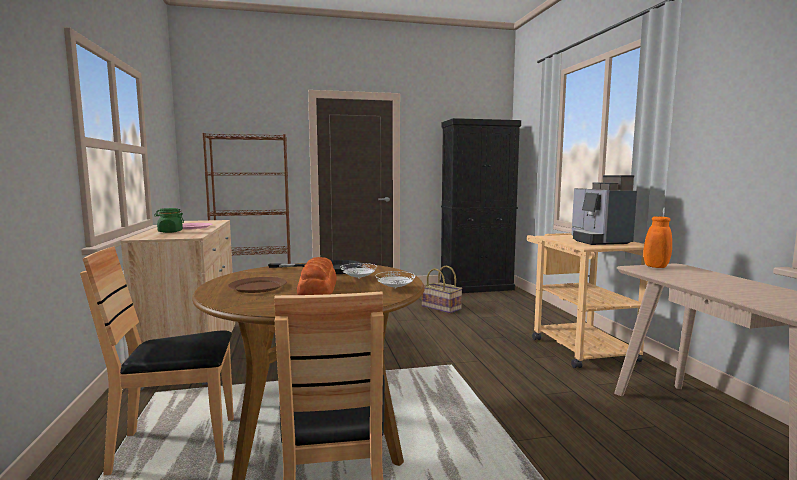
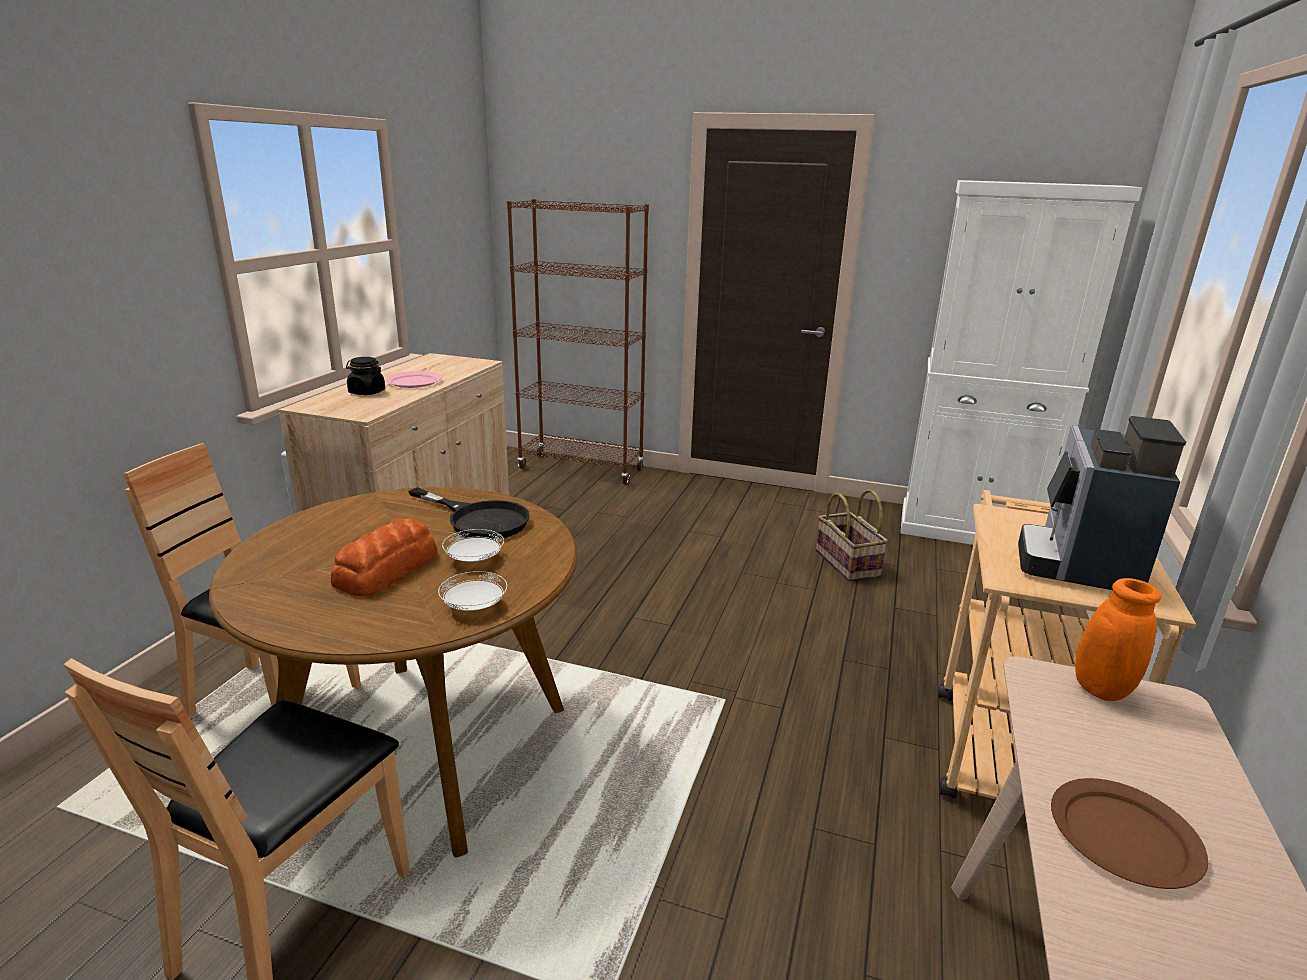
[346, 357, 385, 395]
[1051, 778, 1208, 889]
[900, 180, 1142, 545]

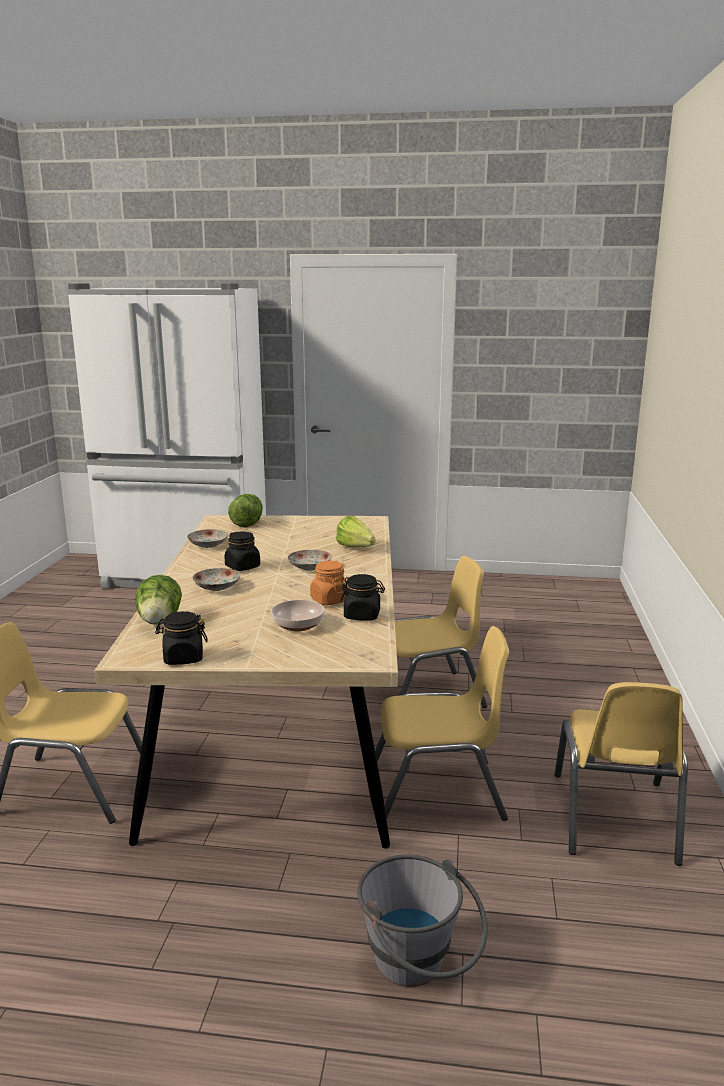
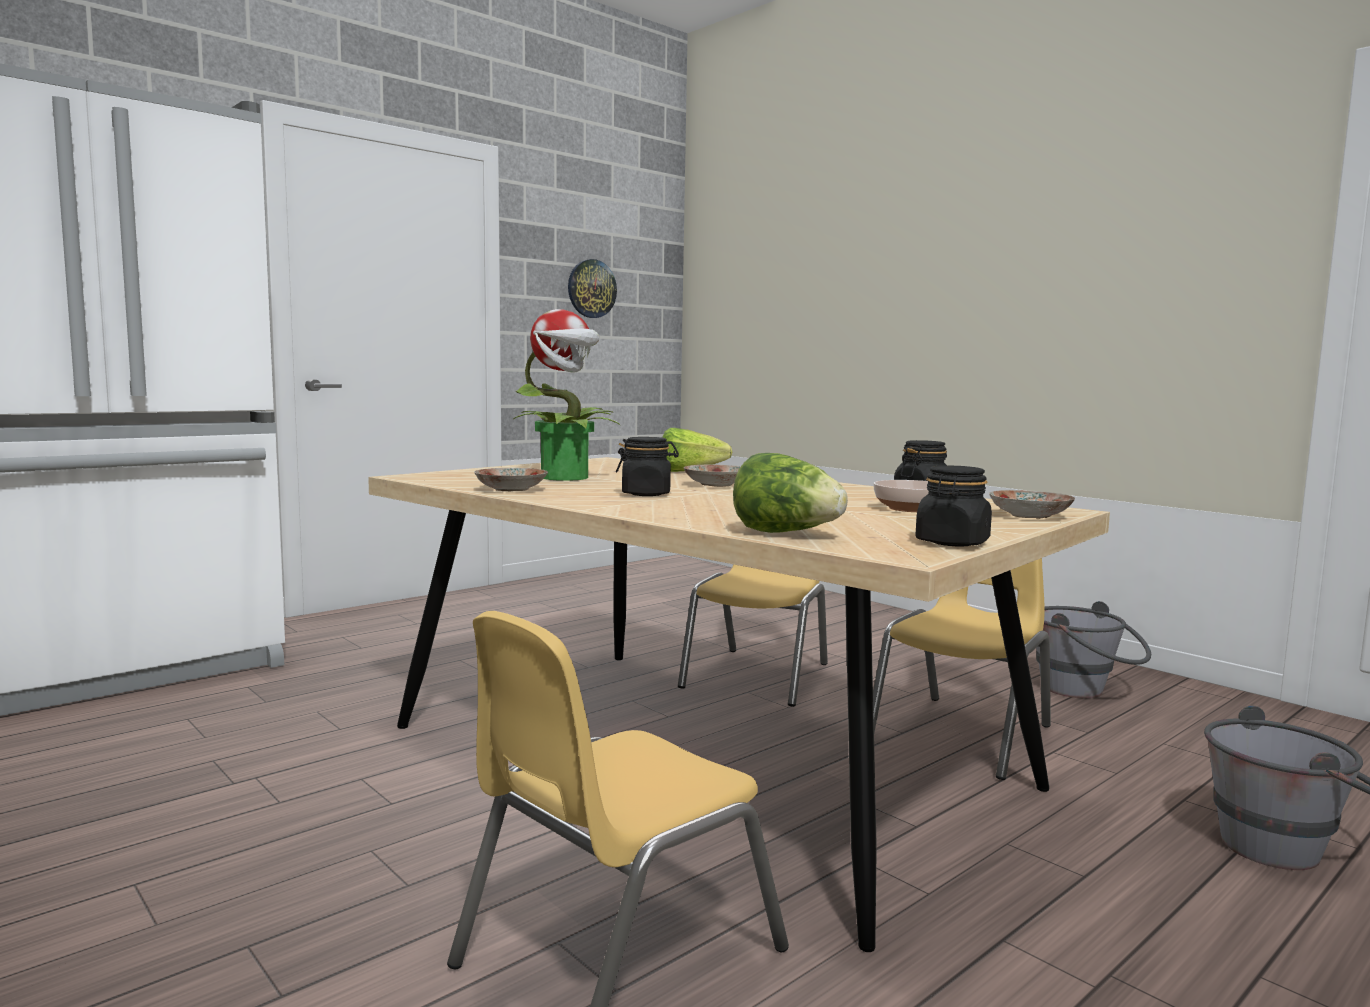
[989, 490, 1075, 519]
[228, 494, 263, 527] (first image)
[310, 561, 347, 605] (first image)
[1036, 601, 1151, 698]
[513, 309, 620, 481]
[568, 259, 617, 318]

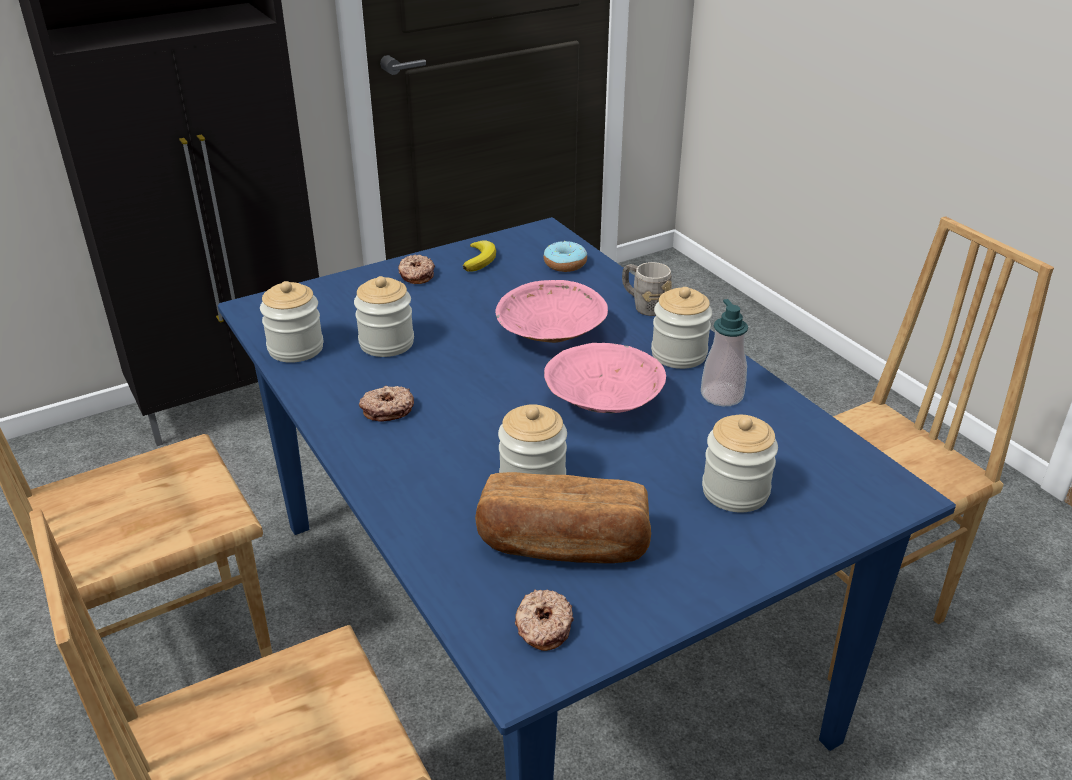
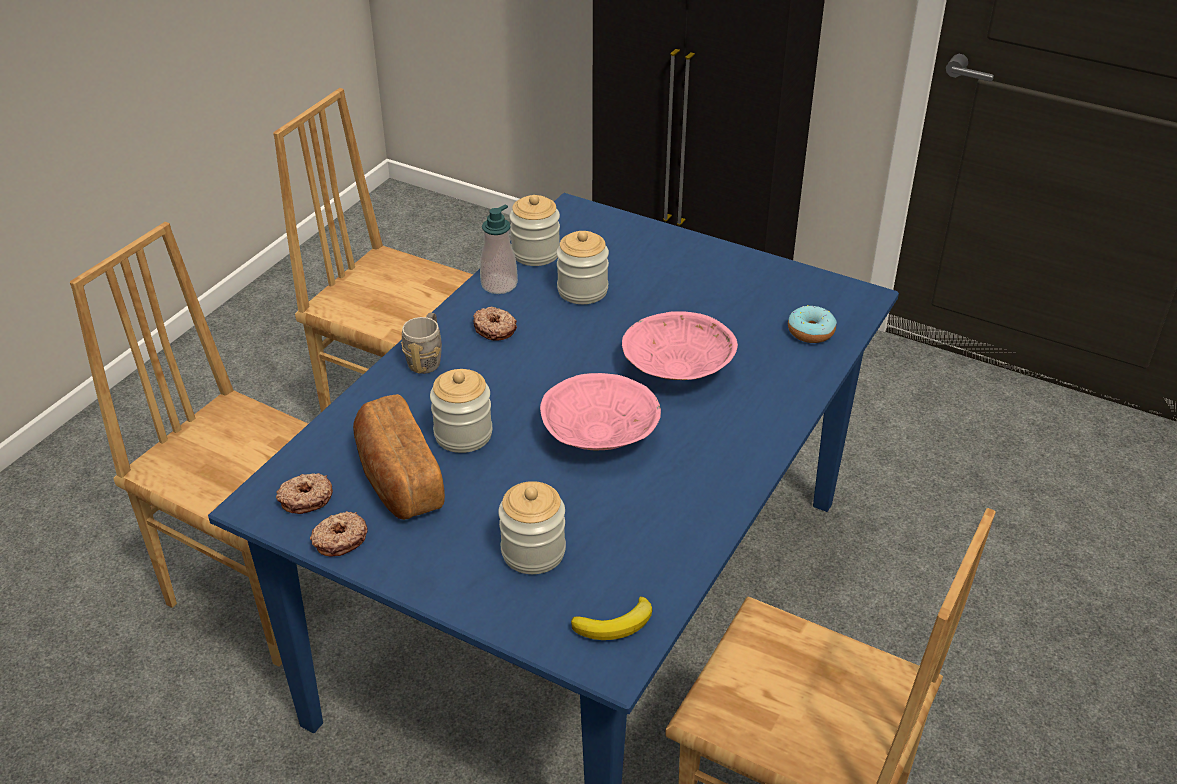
[310, 511, 368, 557]
[571, 596, 652, 640]
[401, 313, 442, 374]
[651, 287, 712, 369] (first image)
[480, 205, 518, 294]

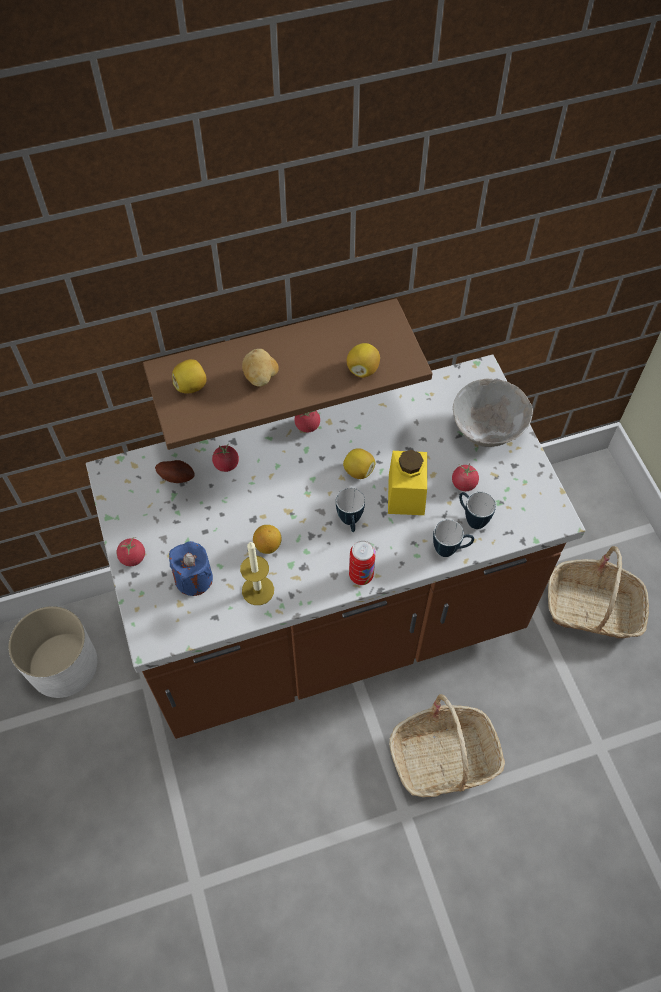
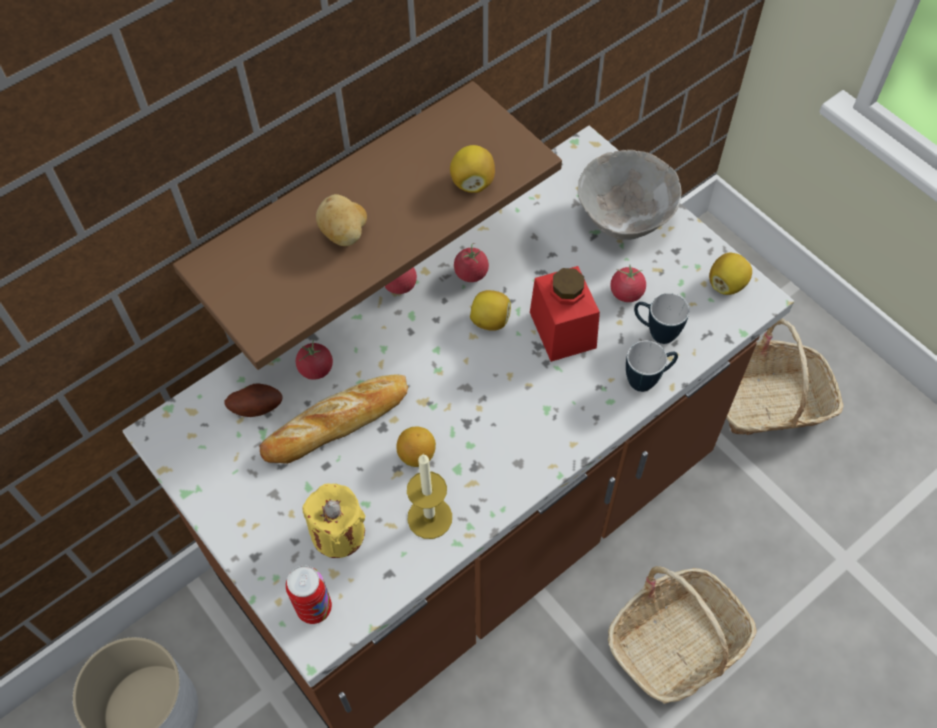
[454, 243, 489, 282]
[303, 483, 365, 558]
[709, 253, 752, 295]
[336, 488, 365, 532] (first image)
[286, 565, 332, 624]
[530, 266, 600, 362]
[260, 375, 408, 464]

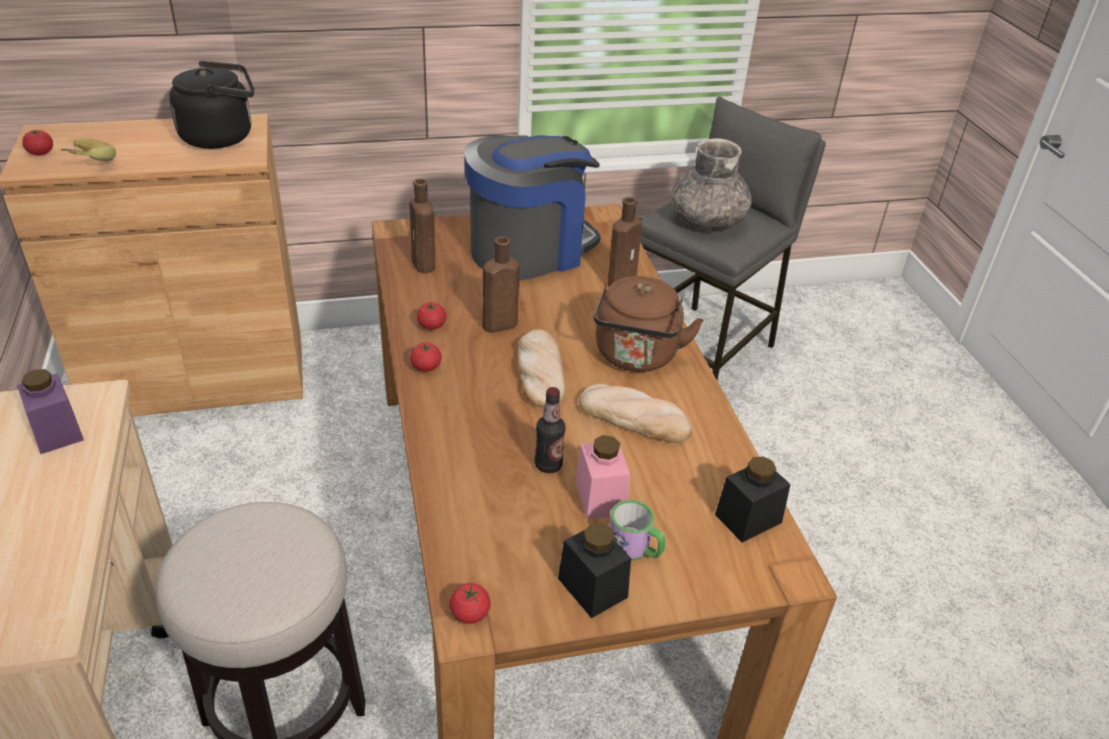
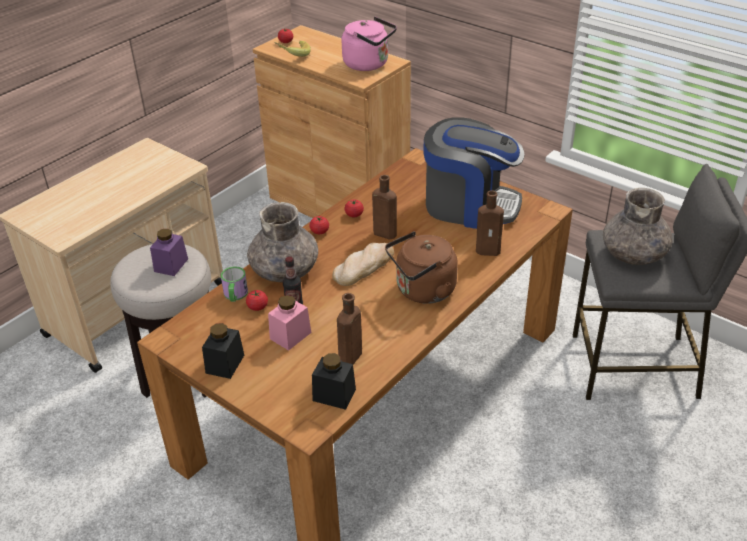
[150, 229, 188, 276]
[342, 17, 397, 71]
[337, 293, 362, 364]
[246, 290, 268, 311]
[579, 384, 692, 443] (first image)
[221, 266, 248, 302]
[247, 202, 318, 282]

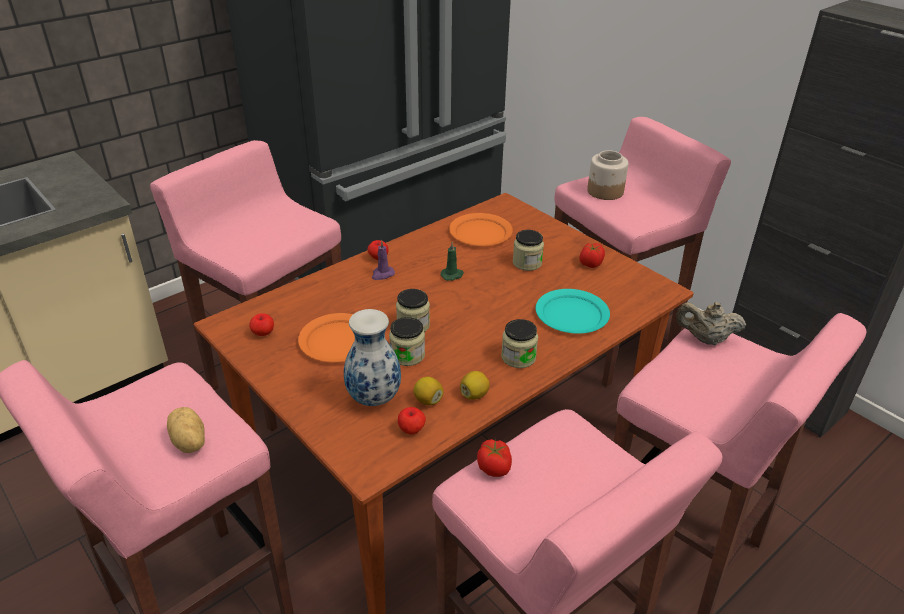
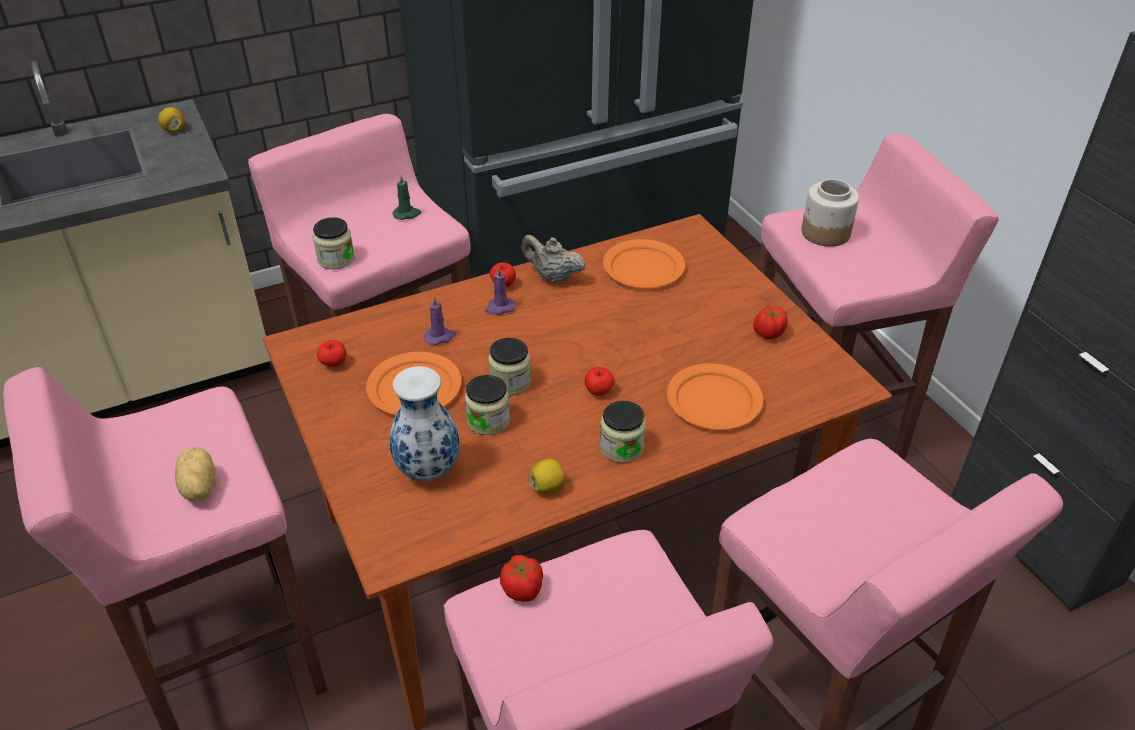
[585, 367, 615, 396]
[158, 107, 185, 132]
[392, 175, 421, 220]
[313, 217, 355, 270]
[667, 363, 763, 430]
[521, 235, 586, 284]
[424, 296, 456, 345]

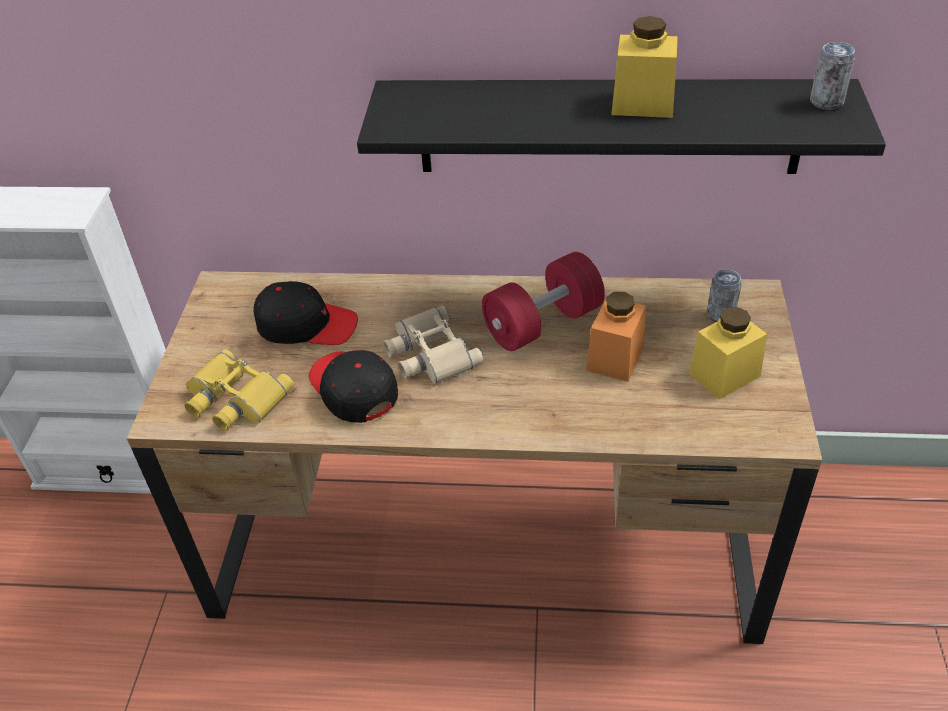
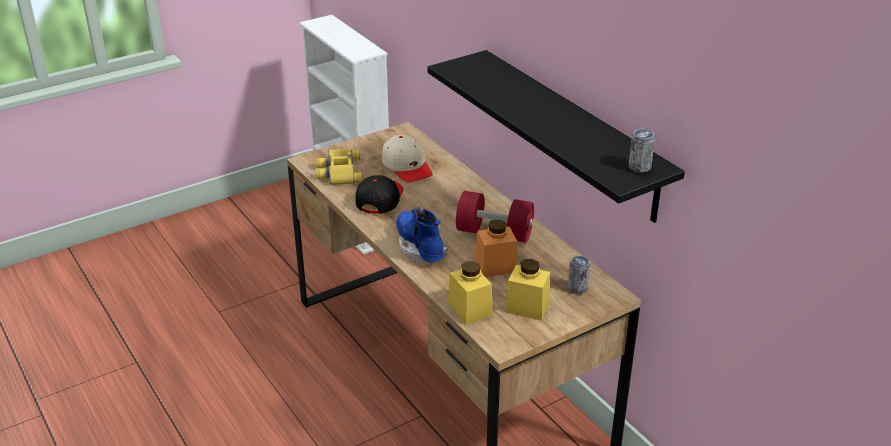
[382, 135, 433, 183]
[383, 305, 484, 384] (first image)
[448, 261, 493, 325]
[396, 207, 447, 264]

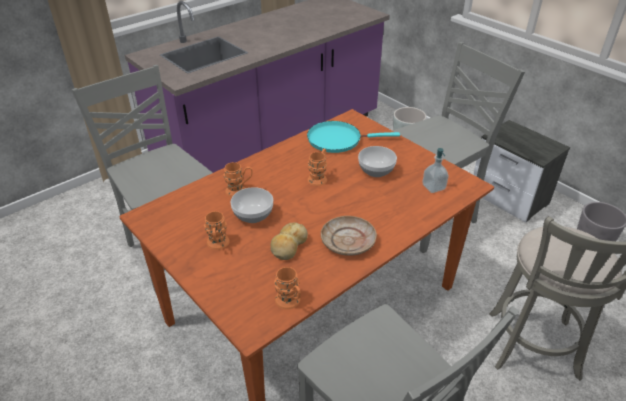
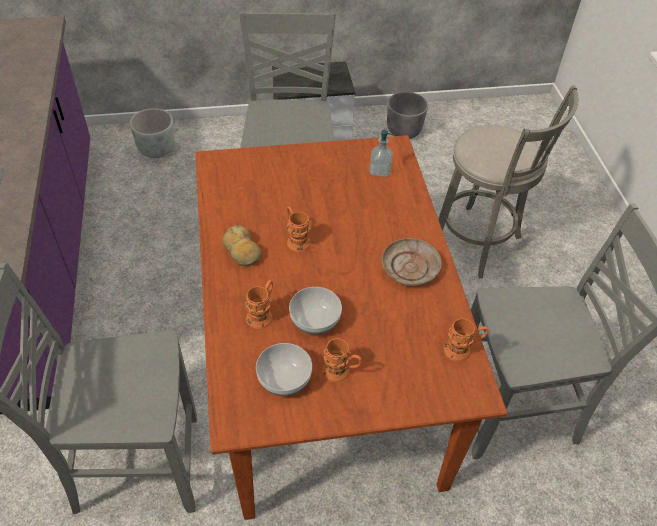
[222, 224, 261, 266]
[307, 121, 400, 153] (first image)
[256, 343, 312, 396]

